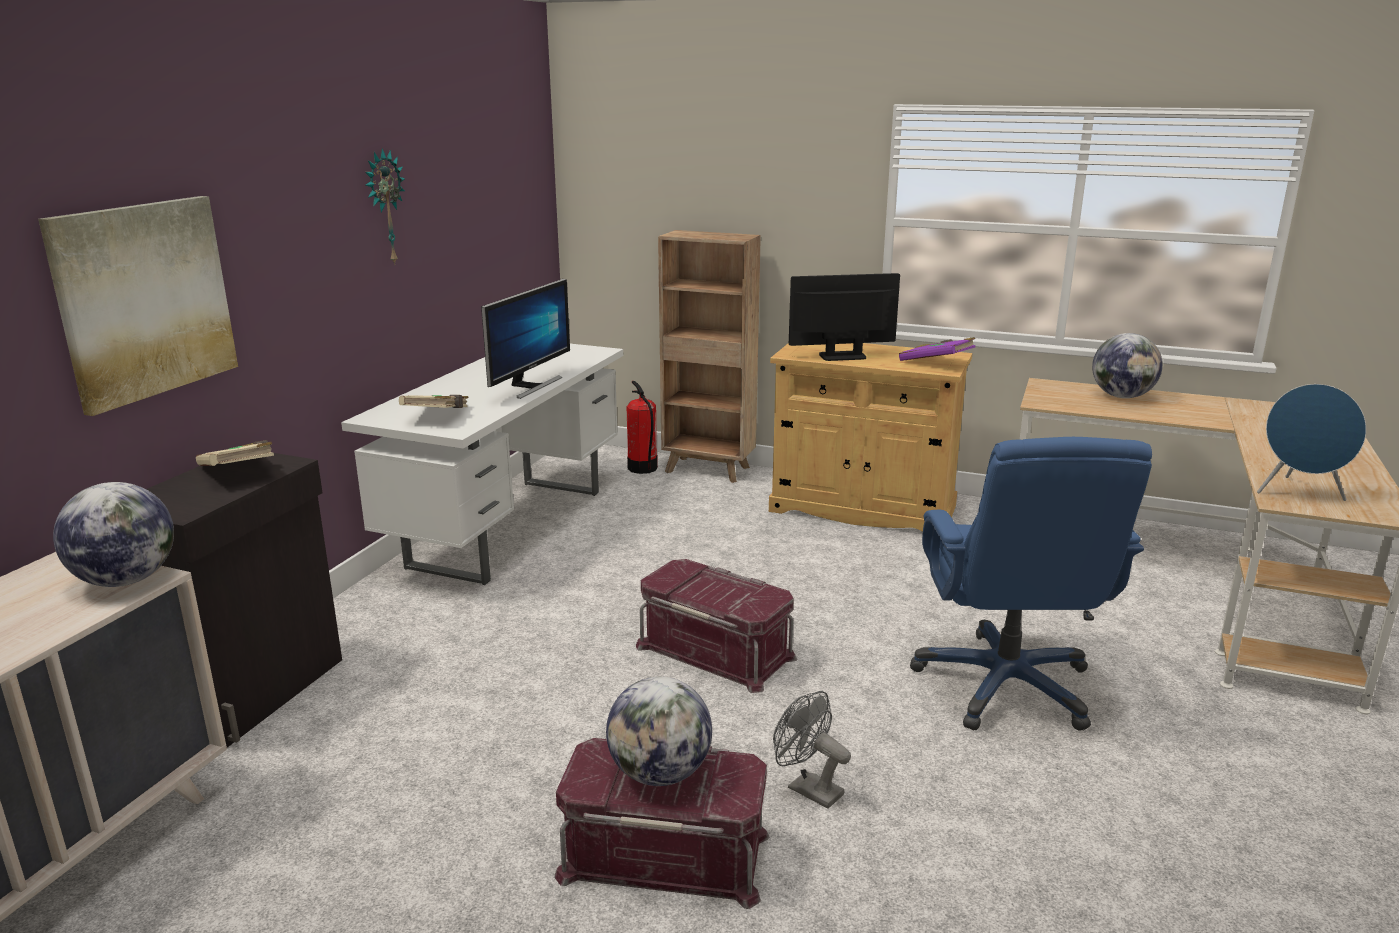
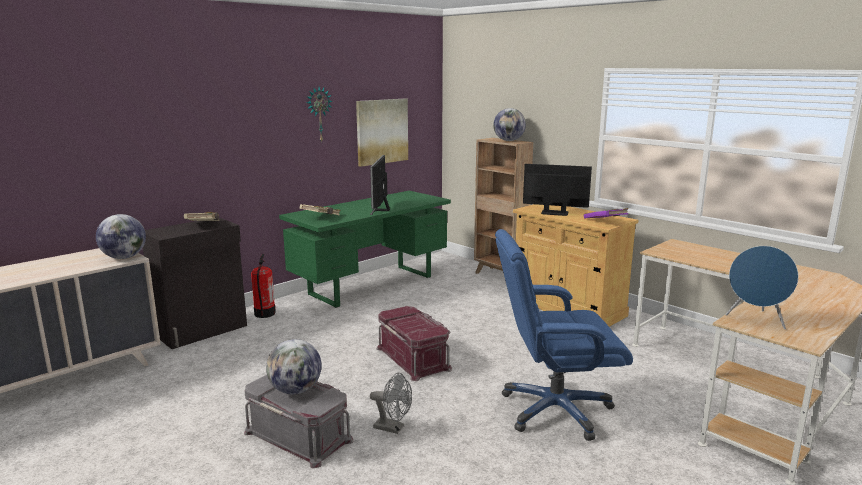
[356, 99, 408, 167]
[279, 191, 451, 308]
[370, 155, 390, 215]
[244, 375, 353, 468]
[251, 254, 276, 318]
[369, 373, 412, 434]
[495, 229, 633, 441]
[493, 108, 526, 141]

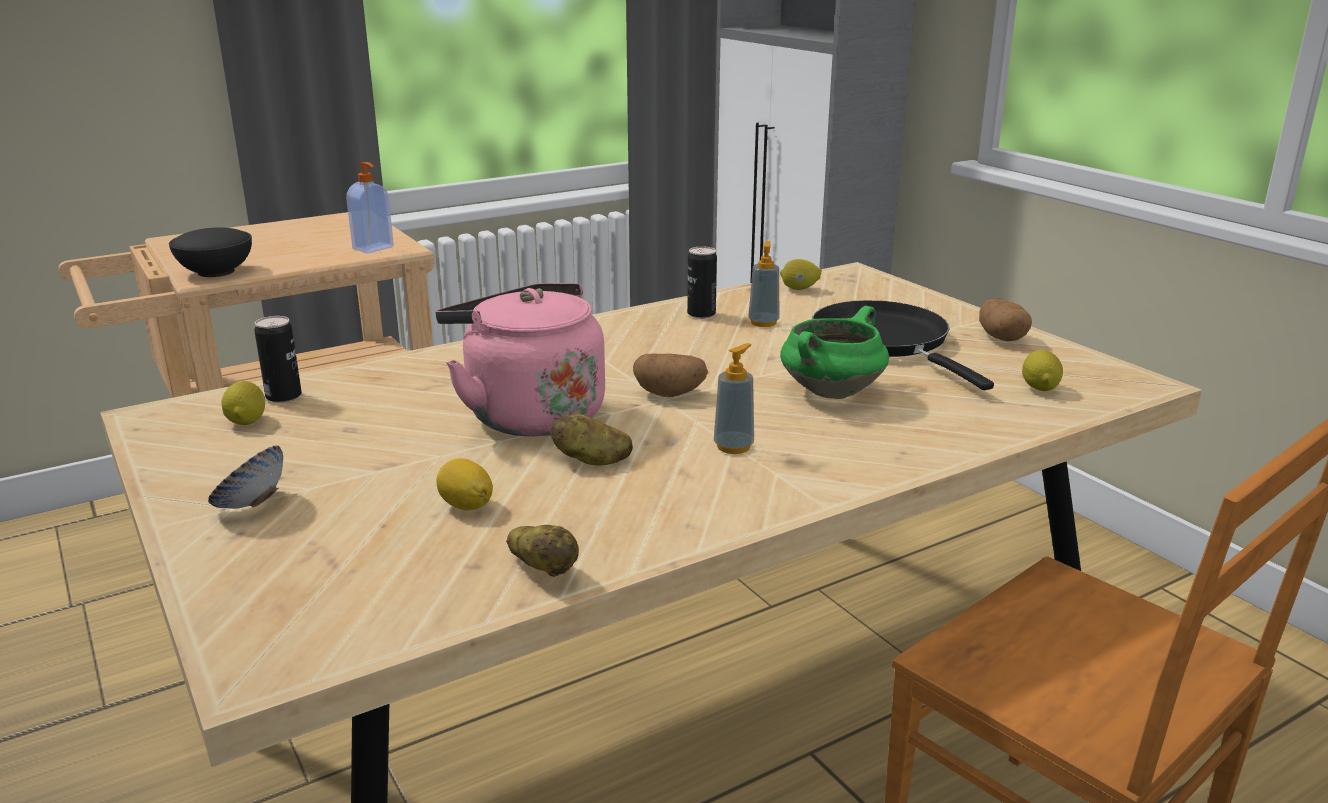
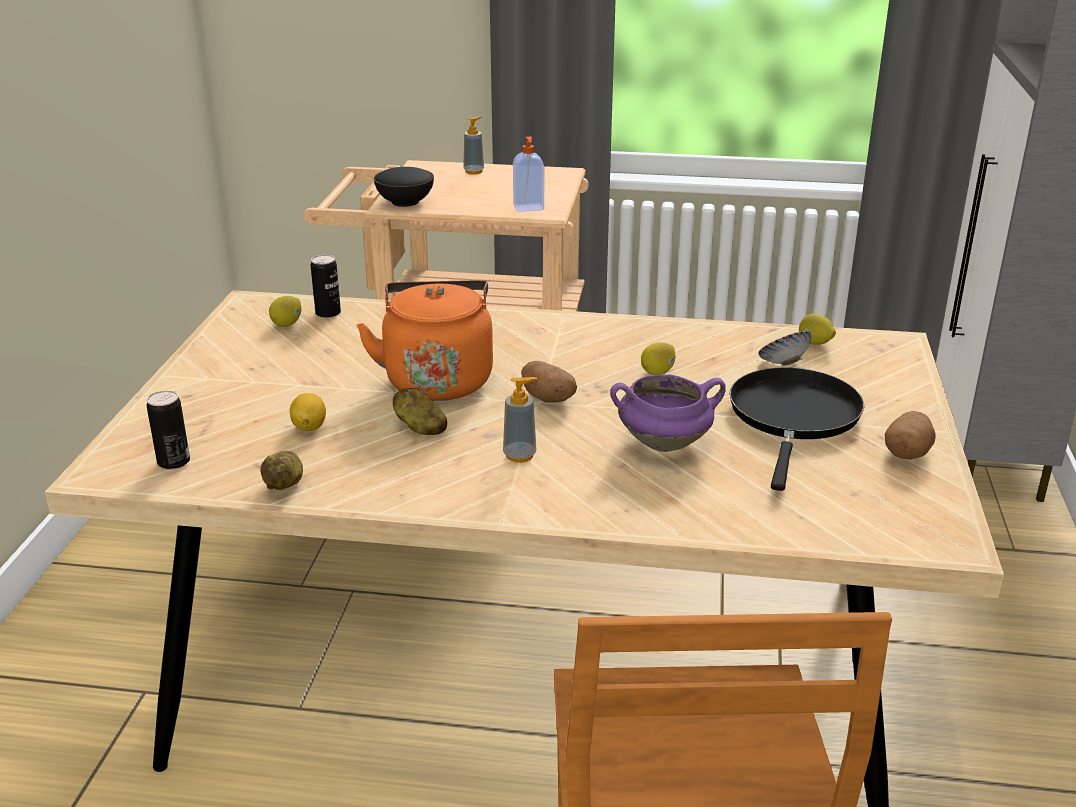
[758, 331, 811, 366]
[356, 280, 493, 401]
[147, 390, 190, 469]
[463, 116, 484, 174]
[610, 374, 726, 452]
[641, 342, 676, 375]

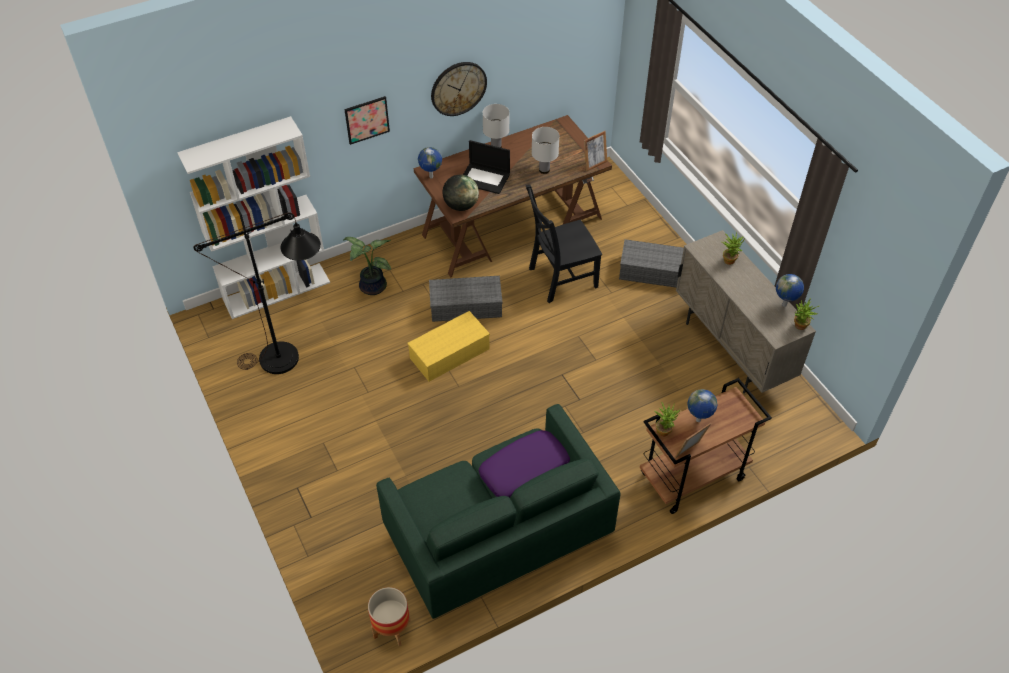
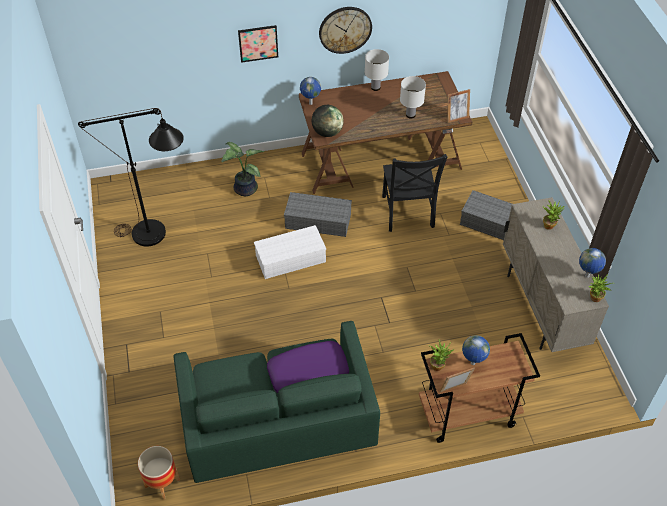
[177, 116, 330, 319] (first image)
[254, 225, 326, 279]
[463, 140, 510, 194] (first image)
[382, 154, 448, 232]

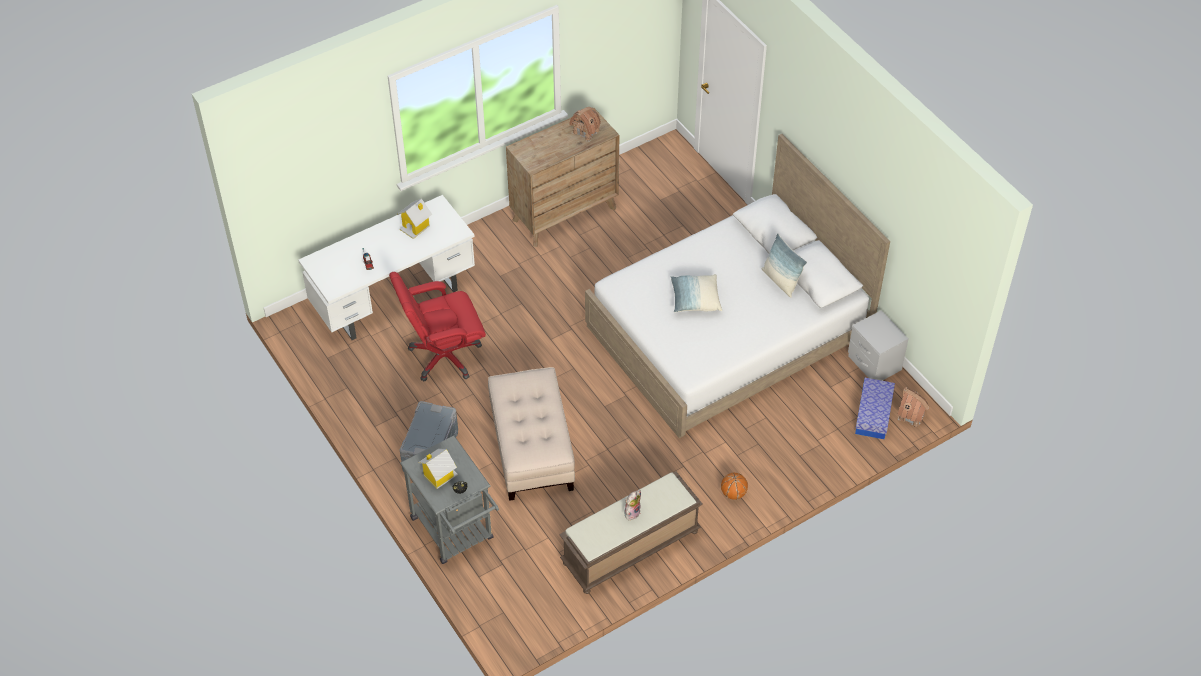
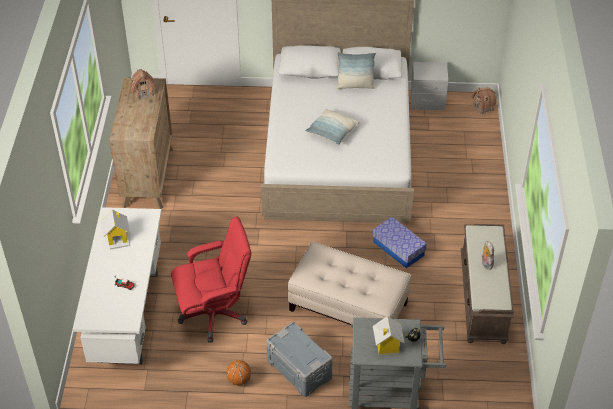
[171, 216, 251, 342]
[226, 360, 251, 385]
[373, 217, 427, 269]

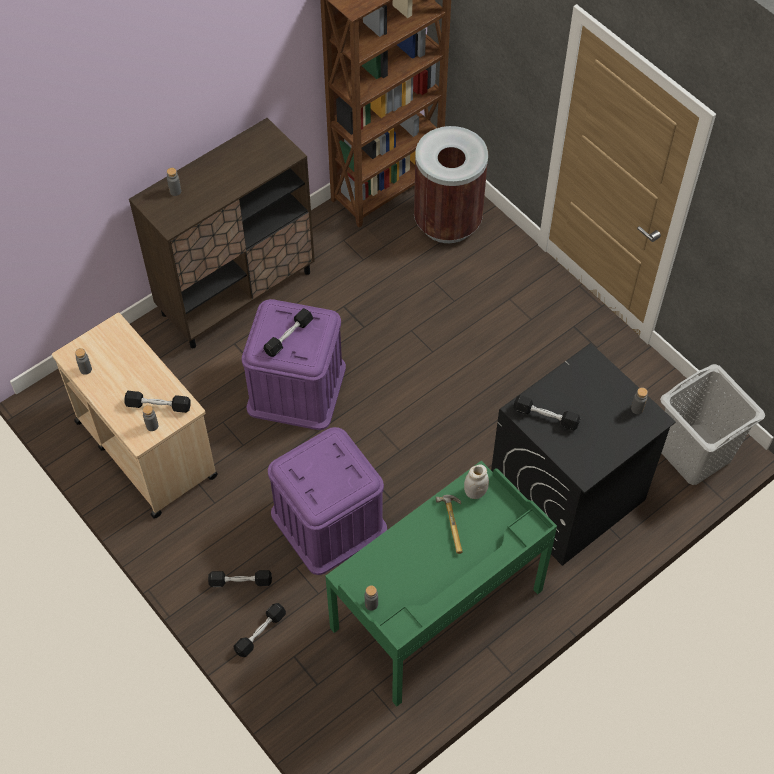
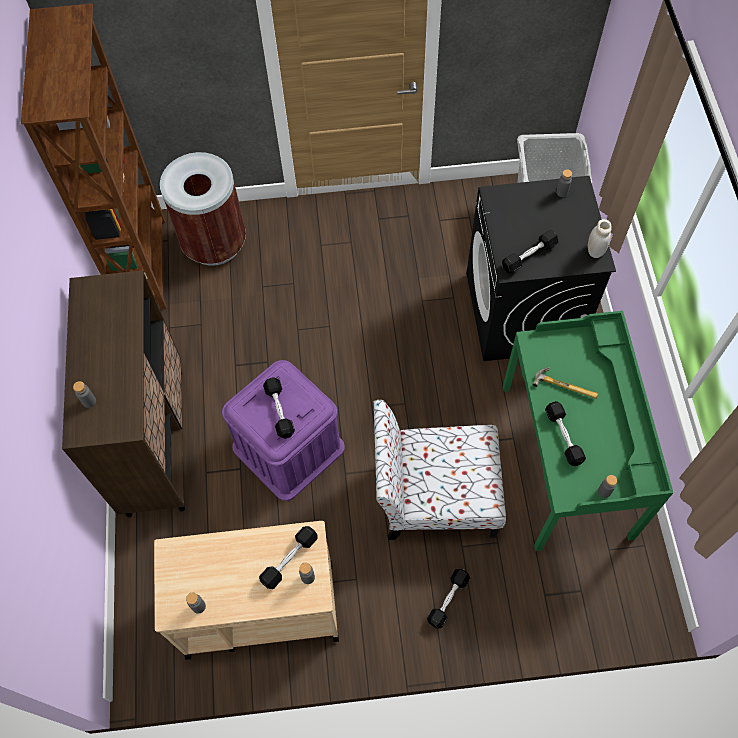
[545, 401, 586, 466]
[373, 400, 506, 540]
[588, 219, 611, 258]

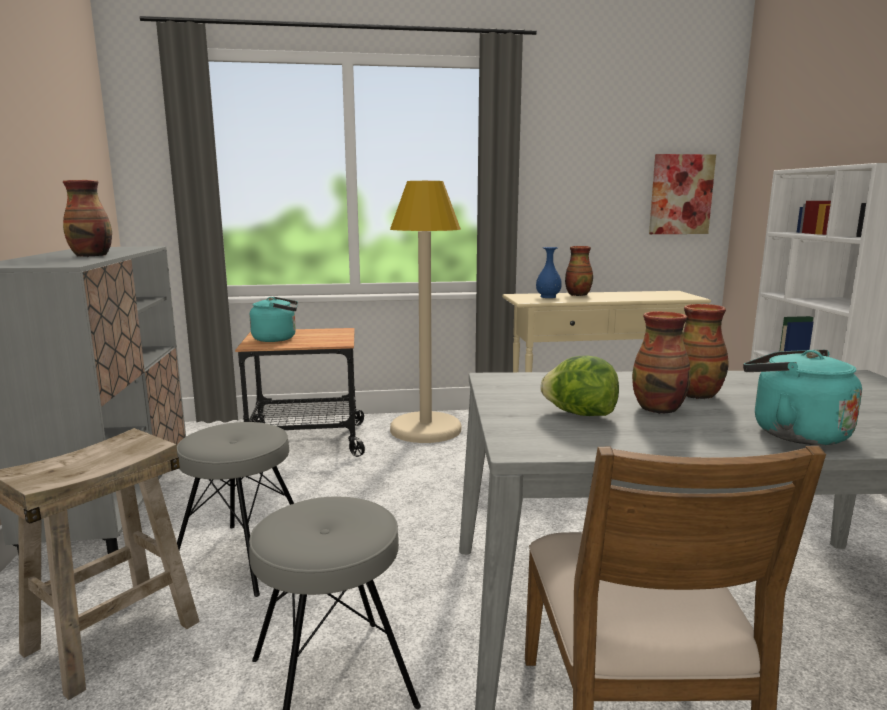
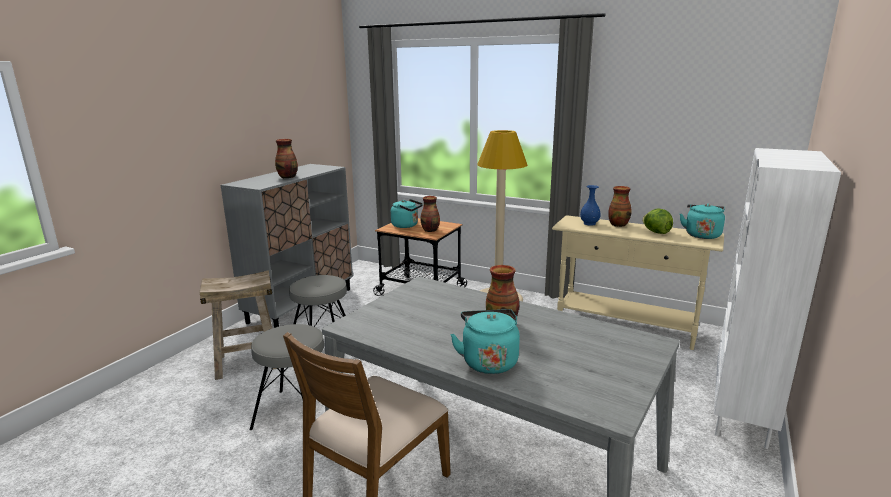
[642, 209, 673, 234]
[420, 196, 440, 232]
[649, 154, 716, 234] (first image)
[680, 204, 725, 239]

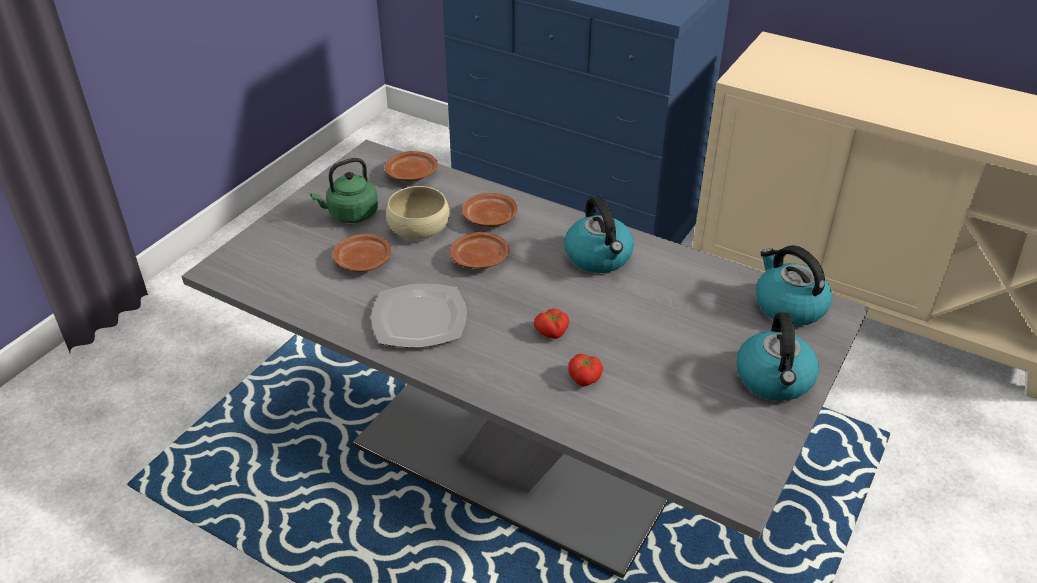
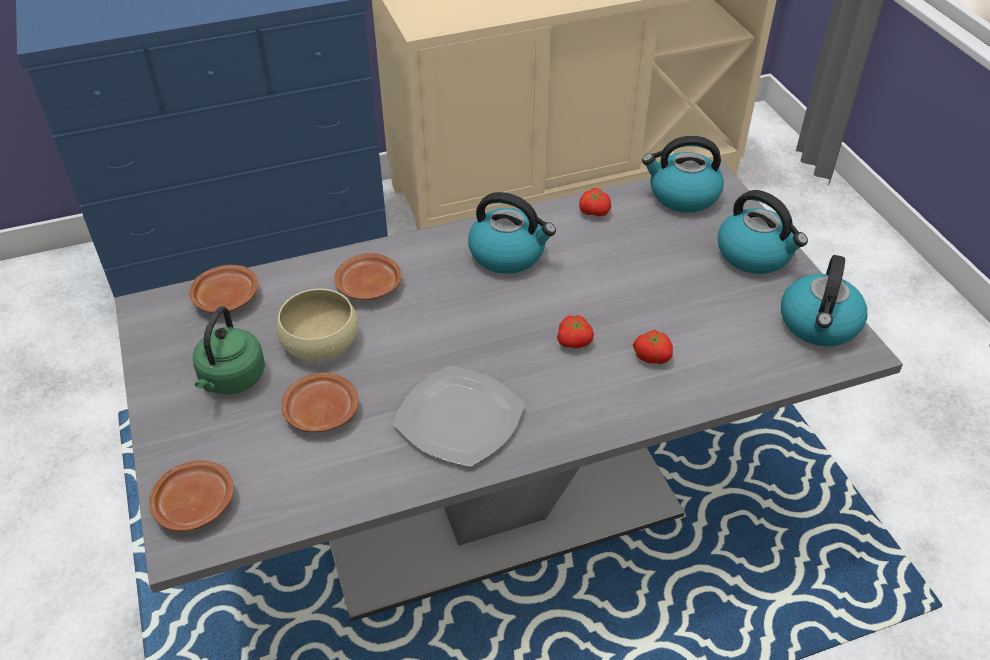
[149, 460, 234, 532]
[579, 188, 611, 216]
[781, 255, 867, 346]

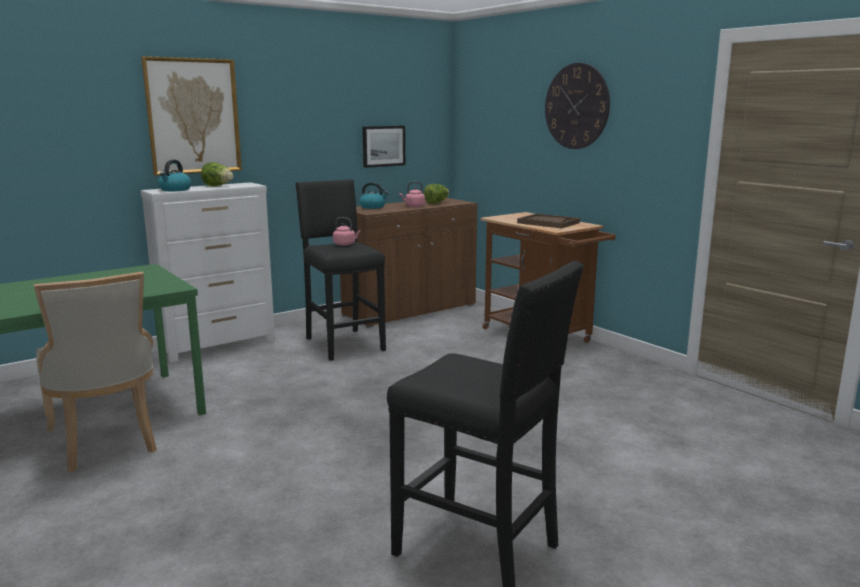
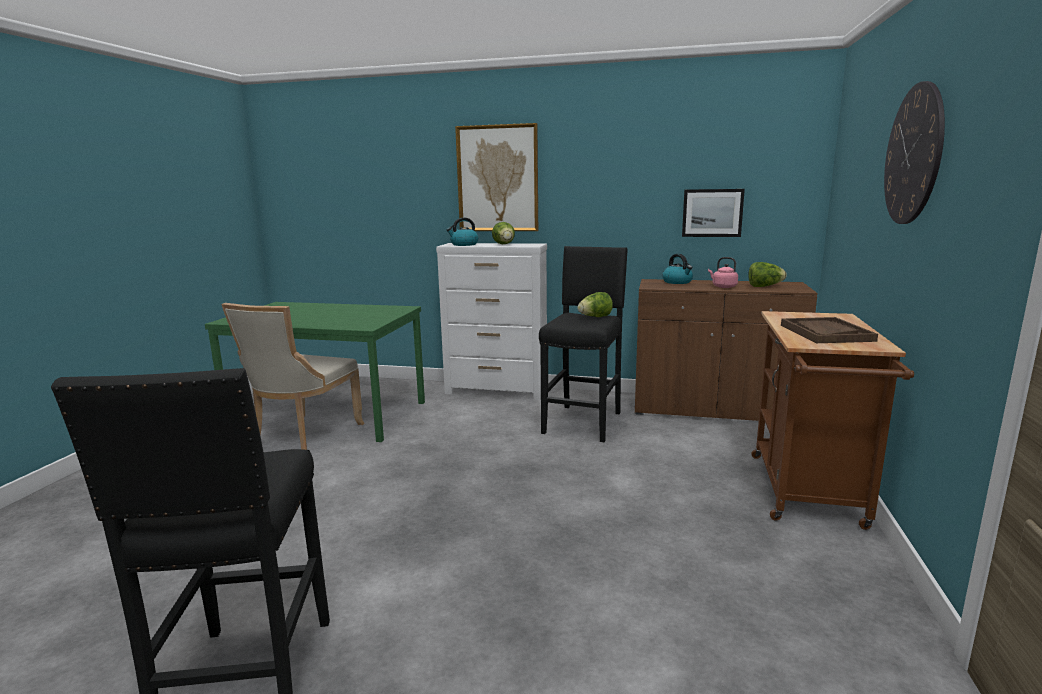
[577, 292, 613, 317]

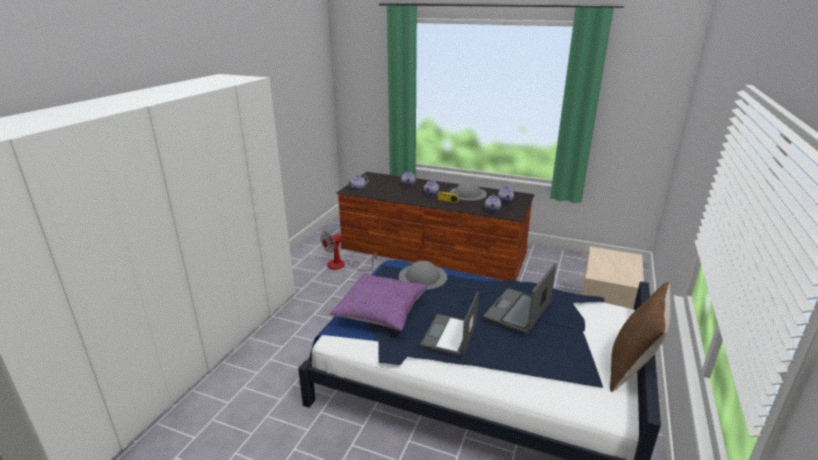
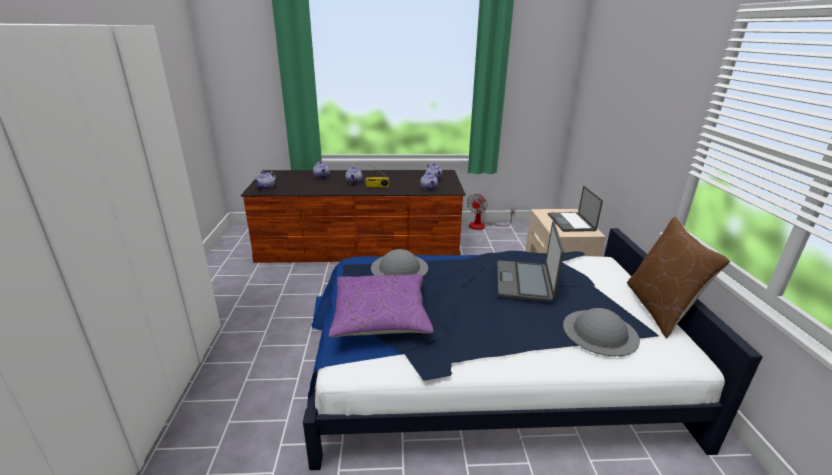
[467, 194, 515, 230]
[548, 186, 603, 232]
[563, 308, 640, 356]

